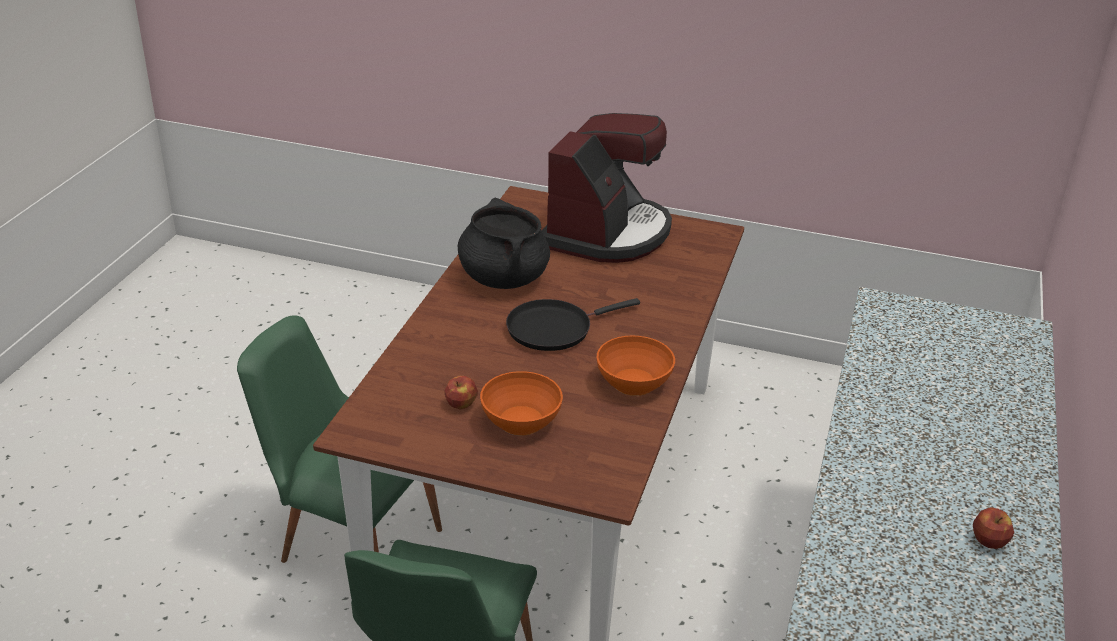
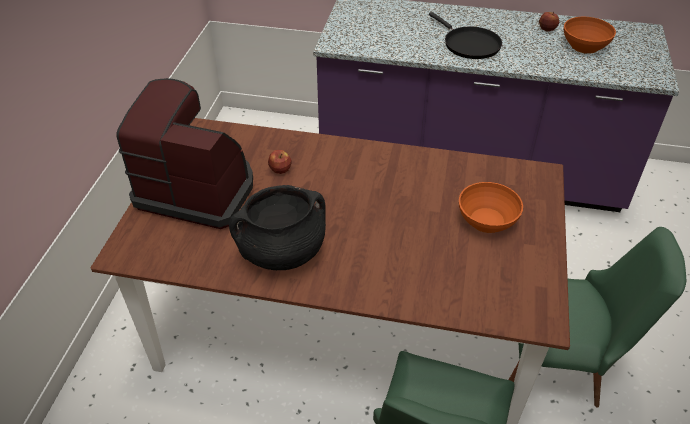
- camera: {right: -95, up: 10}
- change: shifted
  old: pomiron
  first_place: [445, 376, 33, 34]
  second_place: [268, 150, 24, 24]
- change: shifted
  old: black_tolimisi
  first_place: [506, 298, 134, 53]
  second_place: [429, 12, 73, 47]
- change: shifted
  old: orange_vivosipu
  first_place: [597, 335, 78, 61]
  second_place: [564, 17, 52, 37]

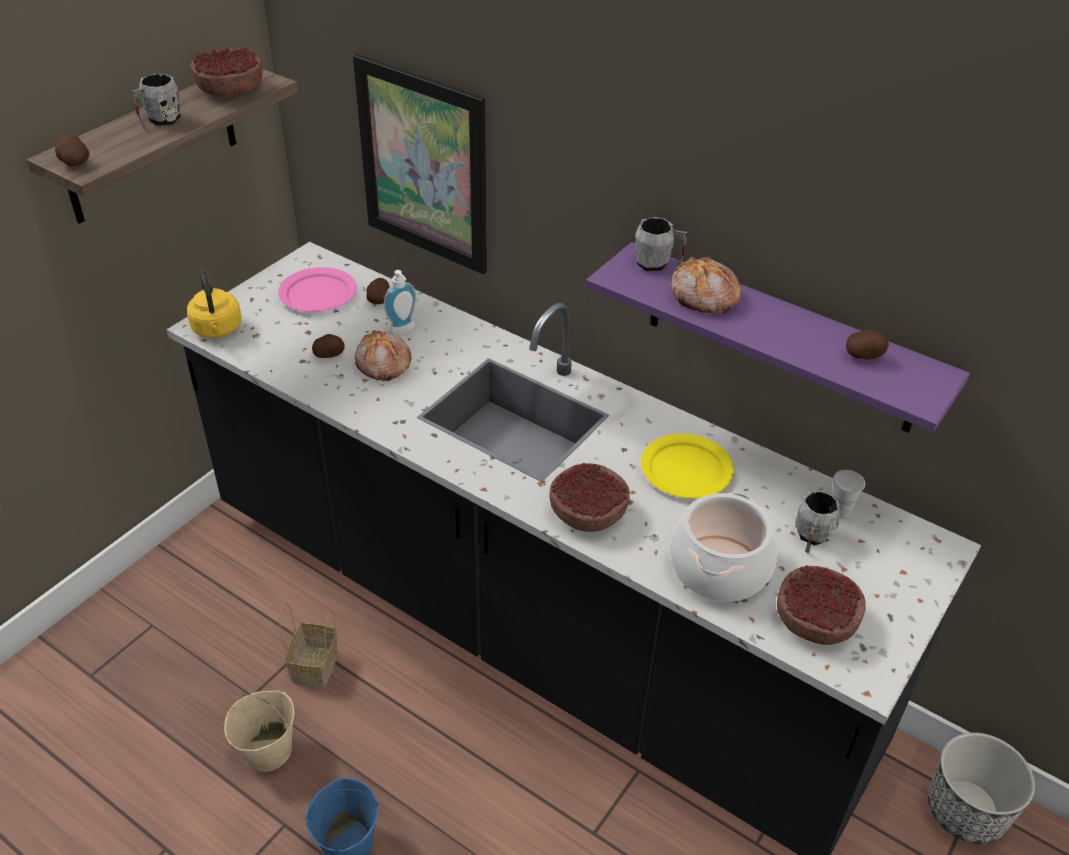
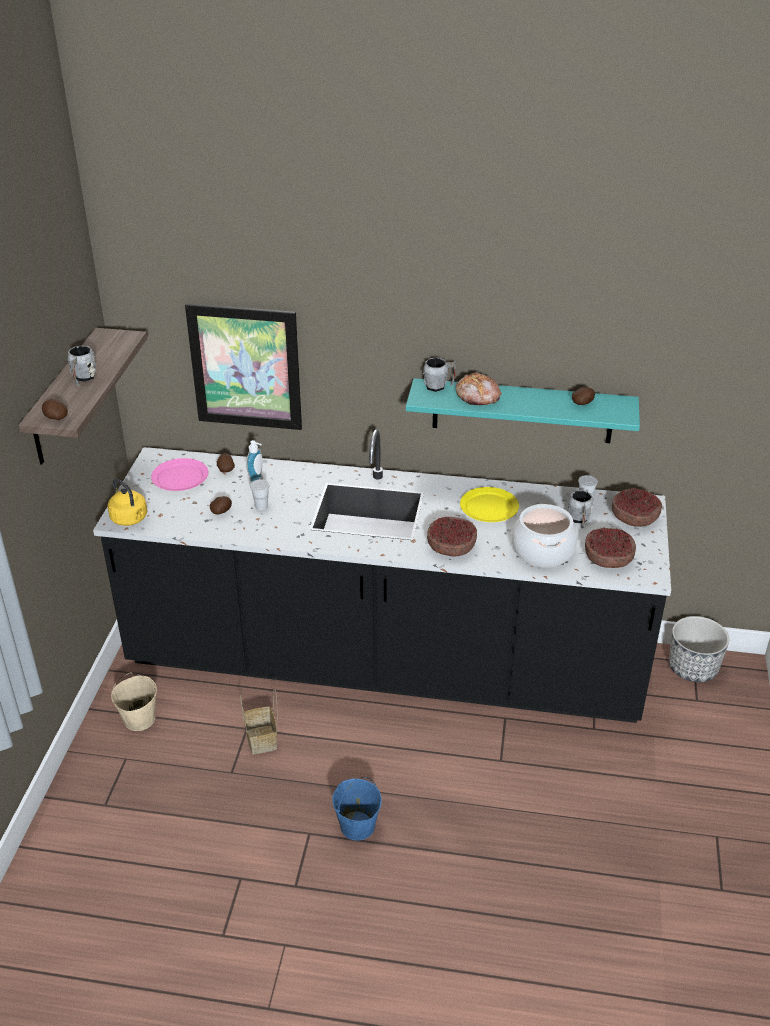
- camera: {right: -25, up: -5}
- change: shifted
  old: vivosipu
  first_place: [191, 47, 71, 49]
  second_place: [612, 488, 50, 39]
- change: shifted
  old: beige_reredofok
  first_place: [224, 690, 71, 82]
  second_place: [111, 673, 46, 58]
- change: swapped
  old: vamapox
  new: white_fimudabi
  first_place: [355, 330, 56, 51]
  second_place: [250, 479, 20, 31]
- change: repainted
  old: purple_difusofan
  new: turquoise_difusofan
  first_place: [586, 242, 384, 191]
  second_place: [406, 378, 234, 65]

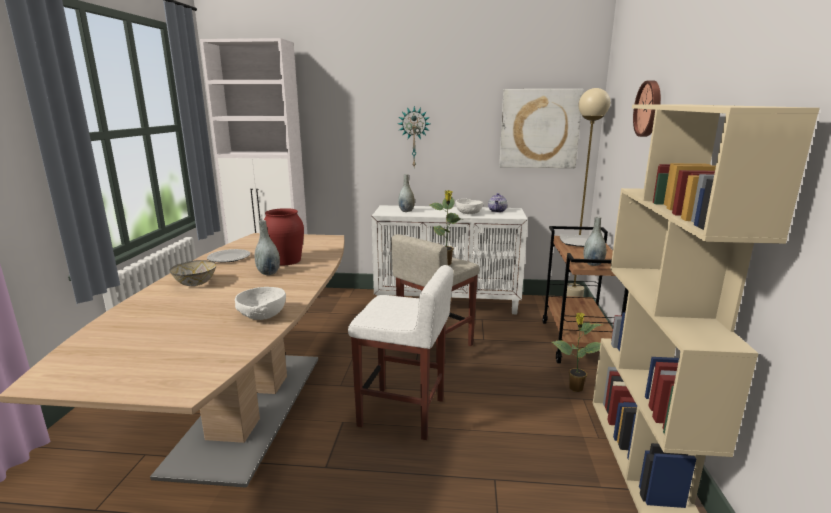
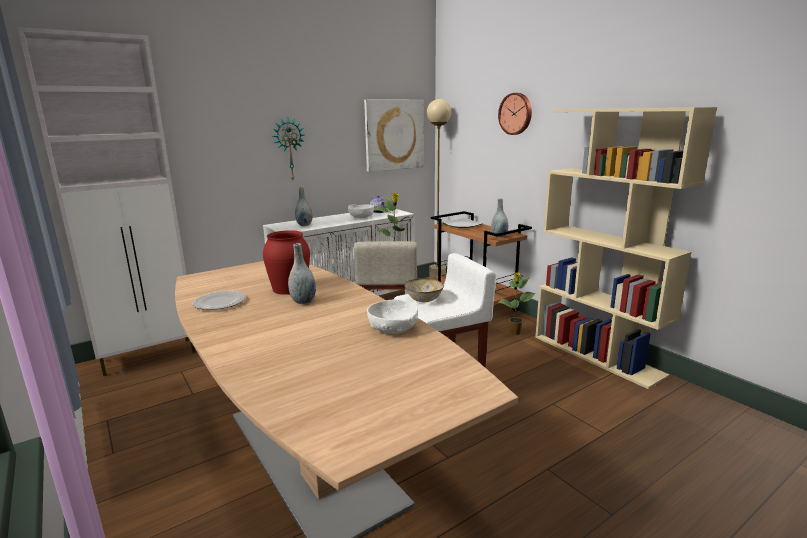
- camera: {right: -40, up: 0}
- change: shifted
  old: vivosipu
  first_place: [169, 260, 47, 26]
  second_place: [405, 278, 39, 24]

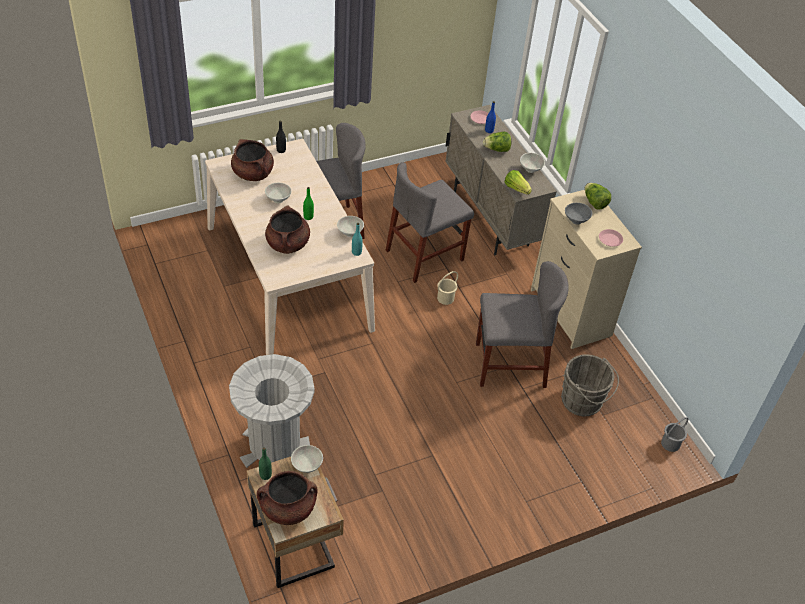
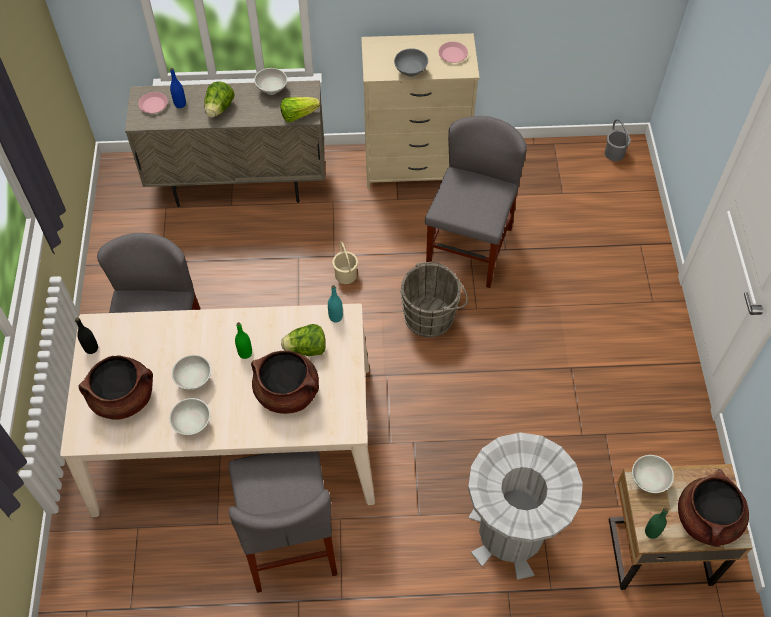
- camera: {right: -65, up: 10}
- change: shifted
  old: white_vivosipu
  first_place: [337, 216, 27, 21]
  second_place: [169, 398, 41, 37]
- change: shifted
  old: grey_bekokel
  first_place: [386, 162, 88, 121]
  second_place: [229, 451, 108, 142]
- change: shifted
  old: grey_reredofok
  first_place: [561, 354, 58, 62]
  second_place: [400, 262, 68, 75]
- change: shifted
  old: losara
  first_place: [585, 183, 26, 27]
  second_place: [281, 324, 45, 32]

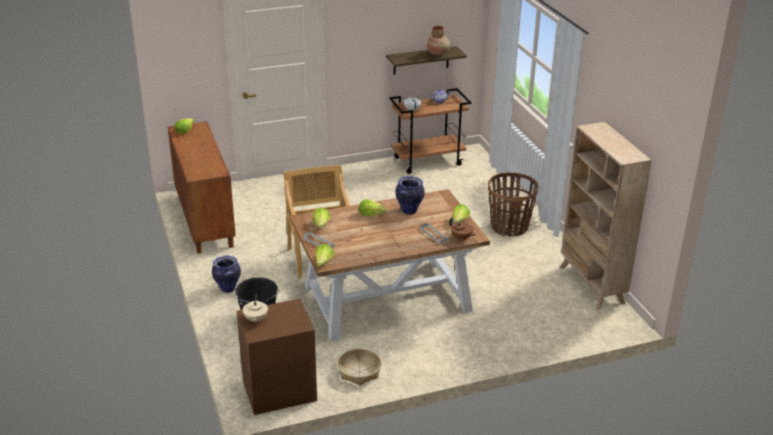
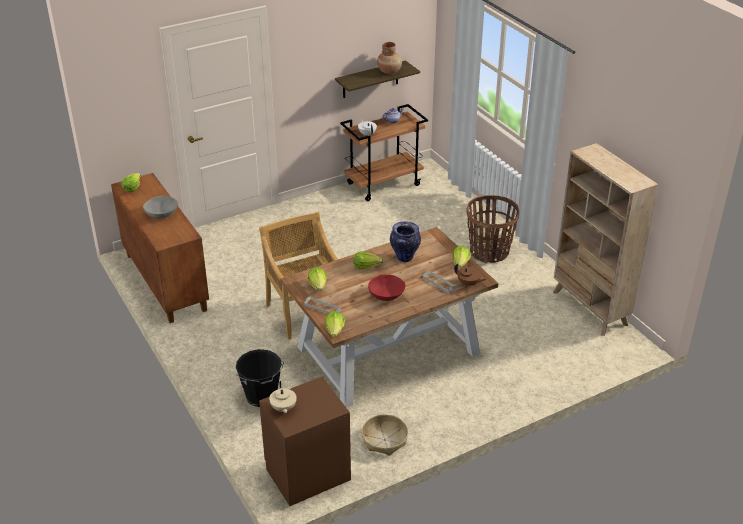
- camera: {right: -10, up: 5}
- change: gone
  old: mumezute
  first_place: [212, 255, 29, 38]
- change: new
  new: grey_vivosipu
  second_place: [143, 196, 35, 23]
- change: new
  new: red_vivosipu
  second_place: [368, 274, 38, 27]

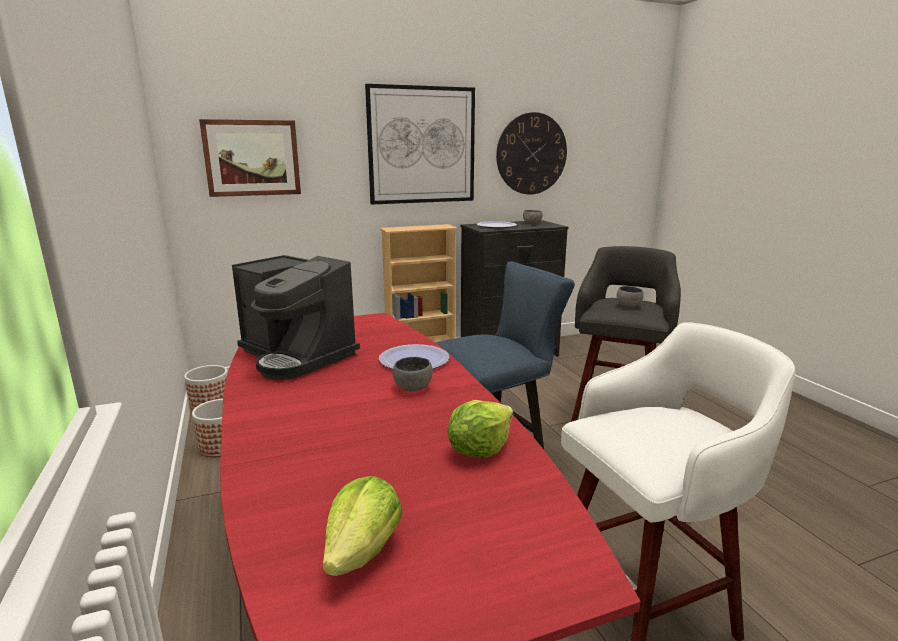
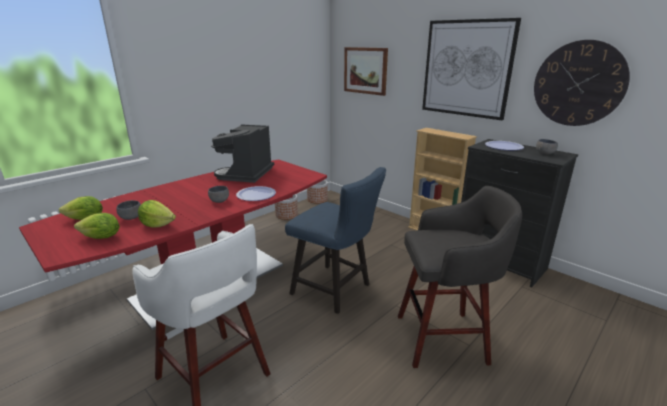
- camera: {right: 65, up: 5}
- change: shifted
  old: grey_vivosipu
  first_place: [616, 286, 28, 21]
  second_place: [116, 200, 25, 20]
- change: new
  new: losara
  second_place: [74, 213, 46, 26]

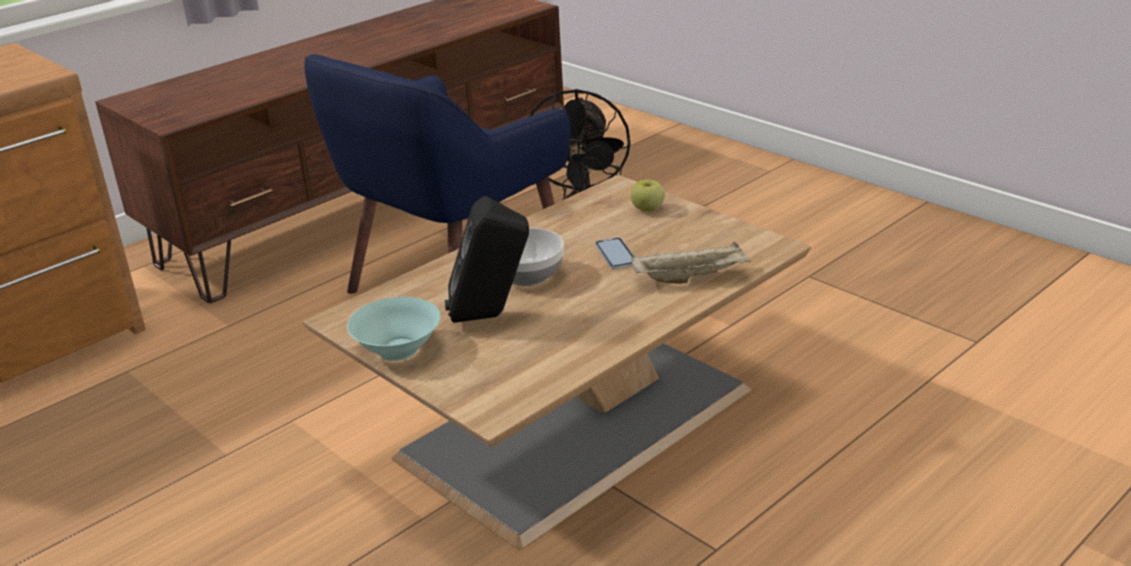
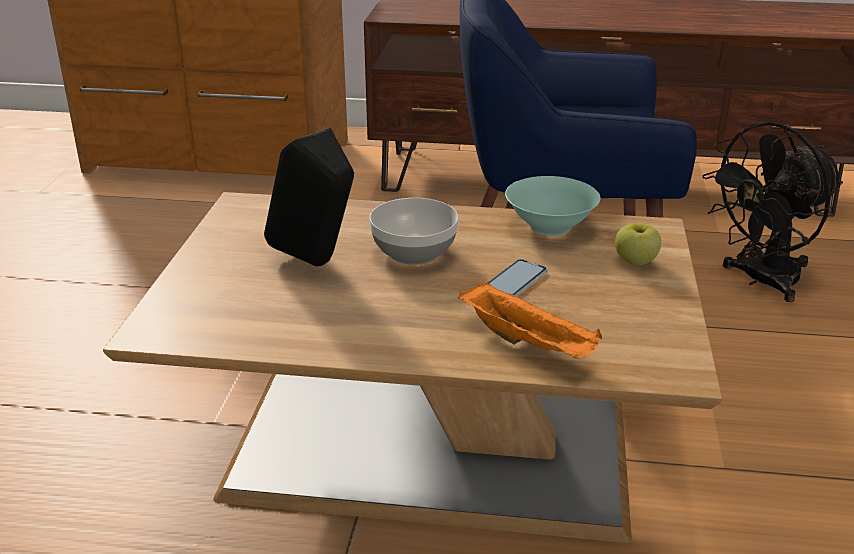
- camera: {right: 50, up: 0}
- change: shifted
  old: turquoise_vivosipu
  first_place: [347, 297, 94, 64]
  second_place: [505, 176, 95, 60]
- change: repainted
  old: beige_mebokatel
  new: orange_mebokatel
  first_place: [631, 242, 120, 42]
  second_place: [458, 282, 144, 77]

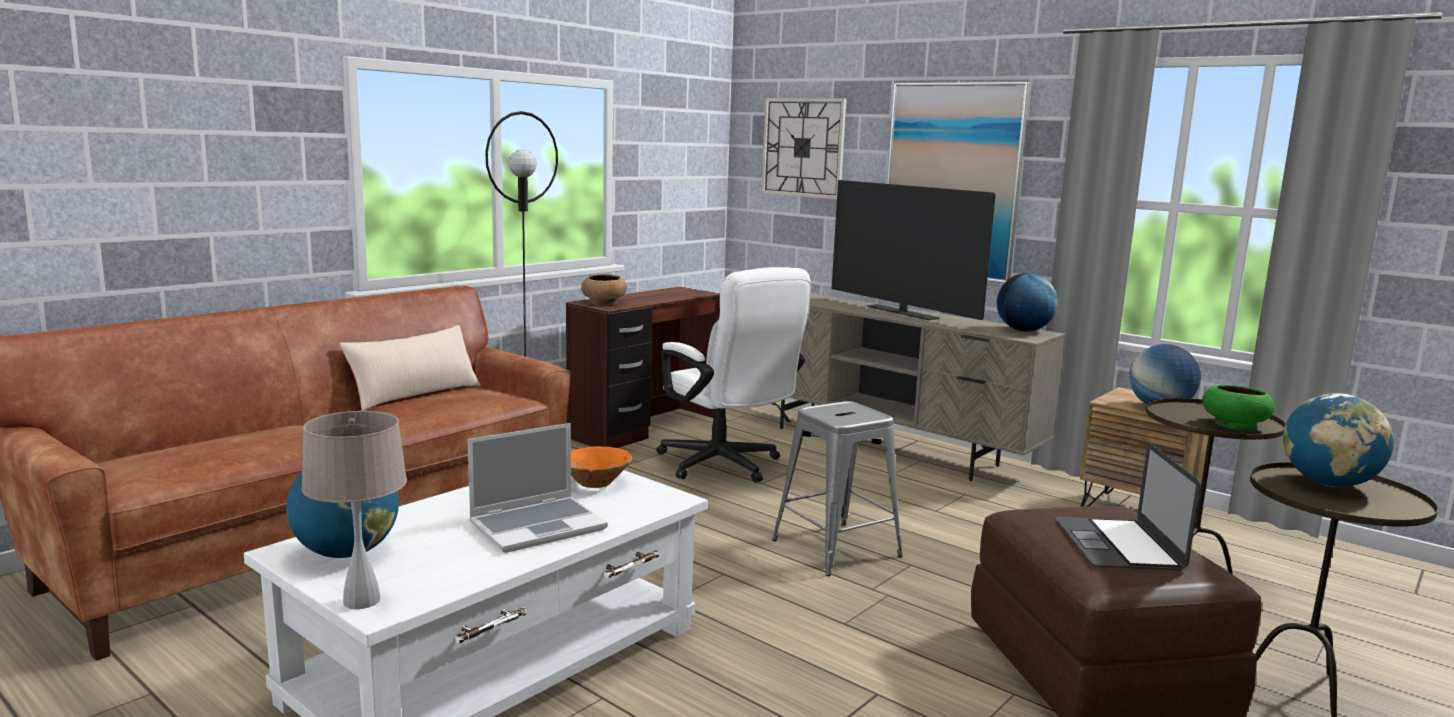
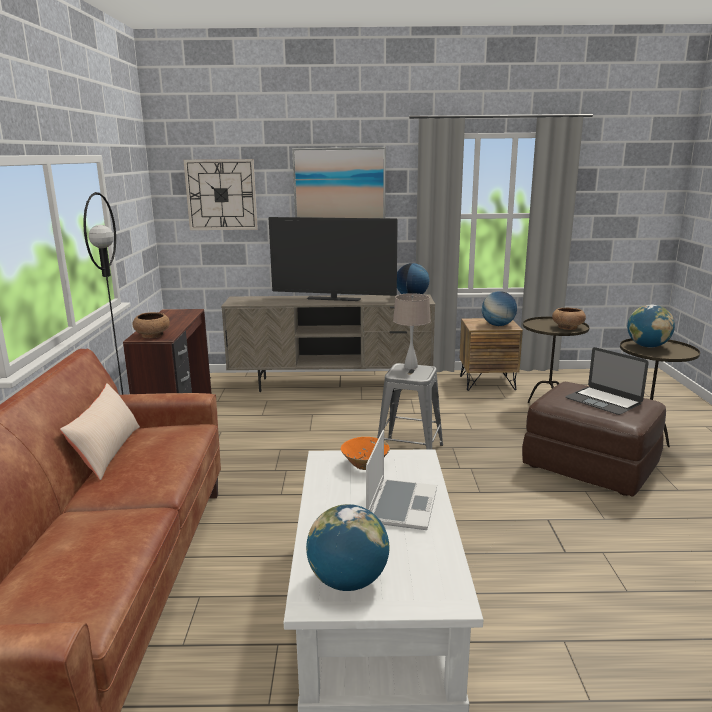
- camera: {right: -40, up: 5}
- change: shifted
  old: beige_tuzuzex
  first_place: [301, 411, 106, 198]
  second_place: [393, 293, 38, 76]
- change: gone
  old: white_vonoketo
  first_place: [656, 267, 155, 215]
- change: repainted
  old: green_vivosipu
  new: brown_vivosipu
  first_place: [1202, 385, 73, 45]
  second_place: [552, 308, 34, 22]

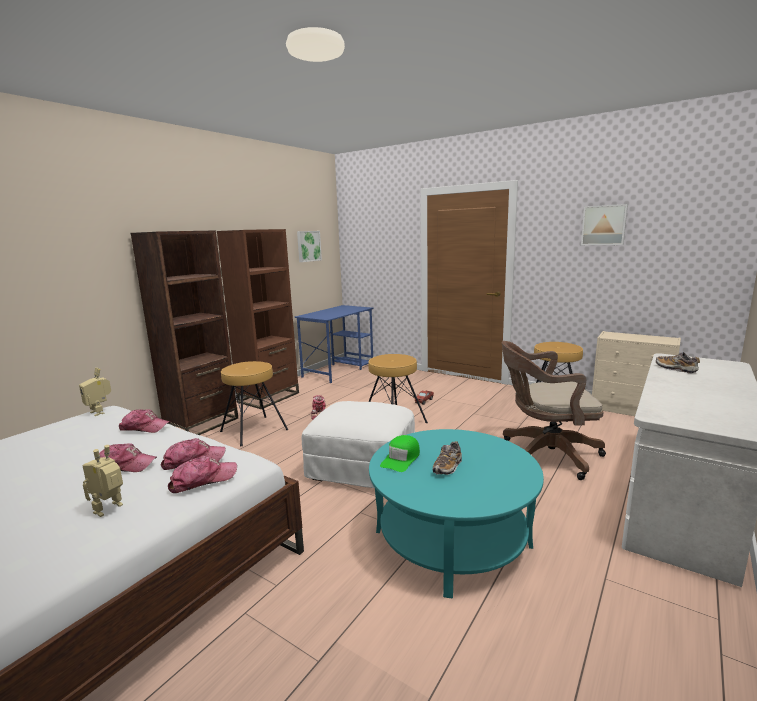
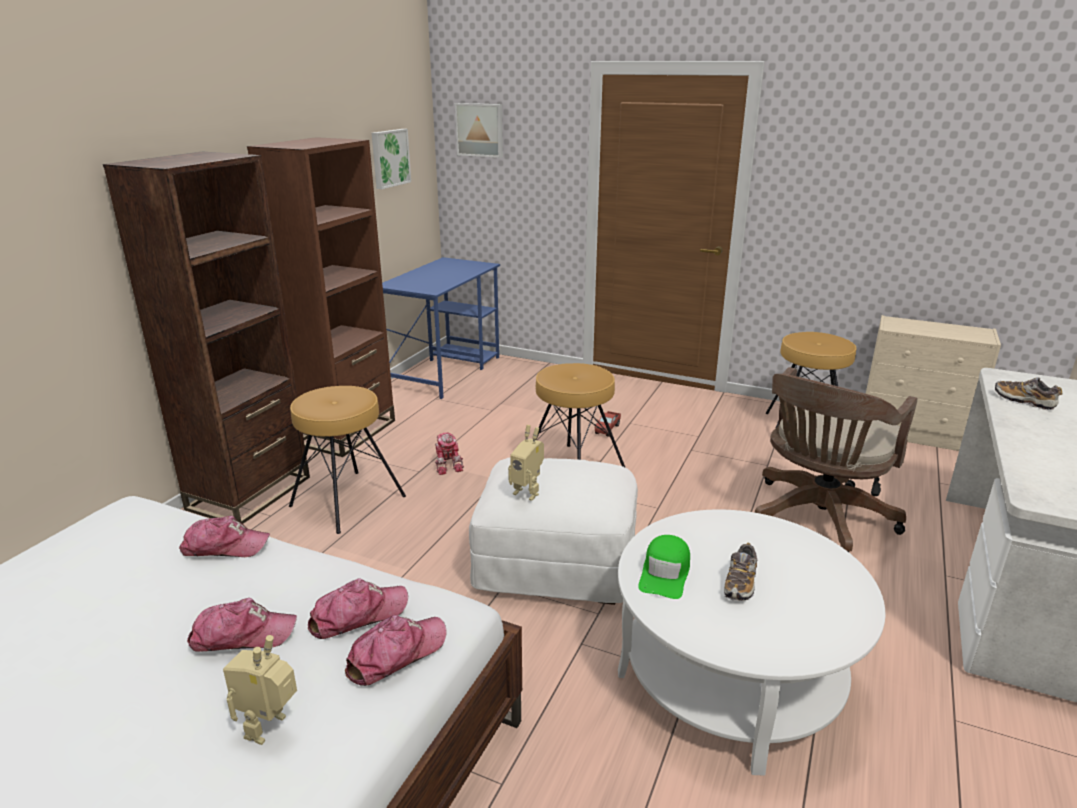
- camera: {right: -10, up: 10}
- change: shifted
  old: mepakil
  first_place: [79, 368, 32, 48]
  second_place: [508, 425, 36, 76]
- change: repainted
  old: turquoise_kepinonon
  new: white_kepinonon
  first_place: [369, 429, 175, 169]
  second_place: [618, 510, 267, 265]
- change: rotated
  old: brown_vonoketo
  first_place: [502, 341, 104, 139]
  second_place: [755, 367, 162, 185]
  degrees: -45
- change: shifted
  old: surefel
  first_place: [581, 204, 47, 41]
  second_place: [455, 103, 48, 55]

